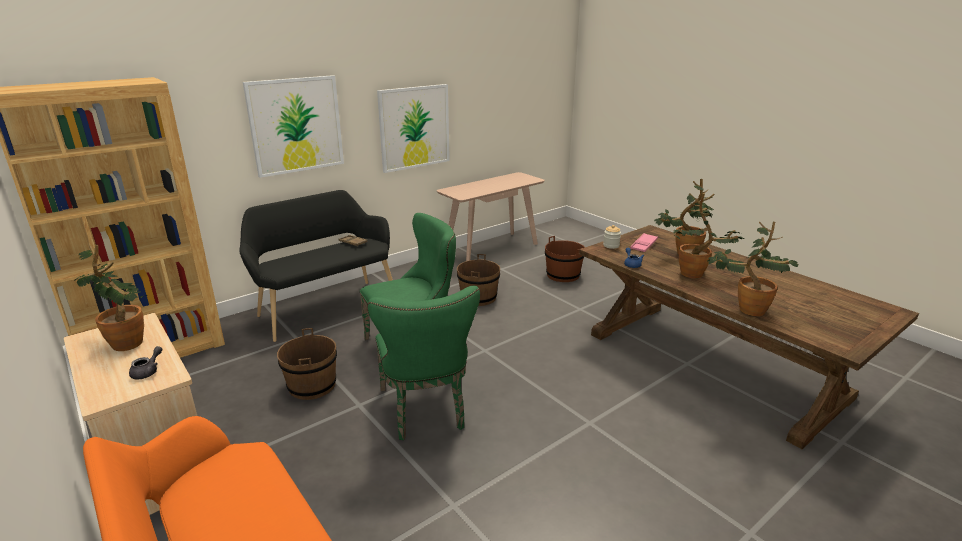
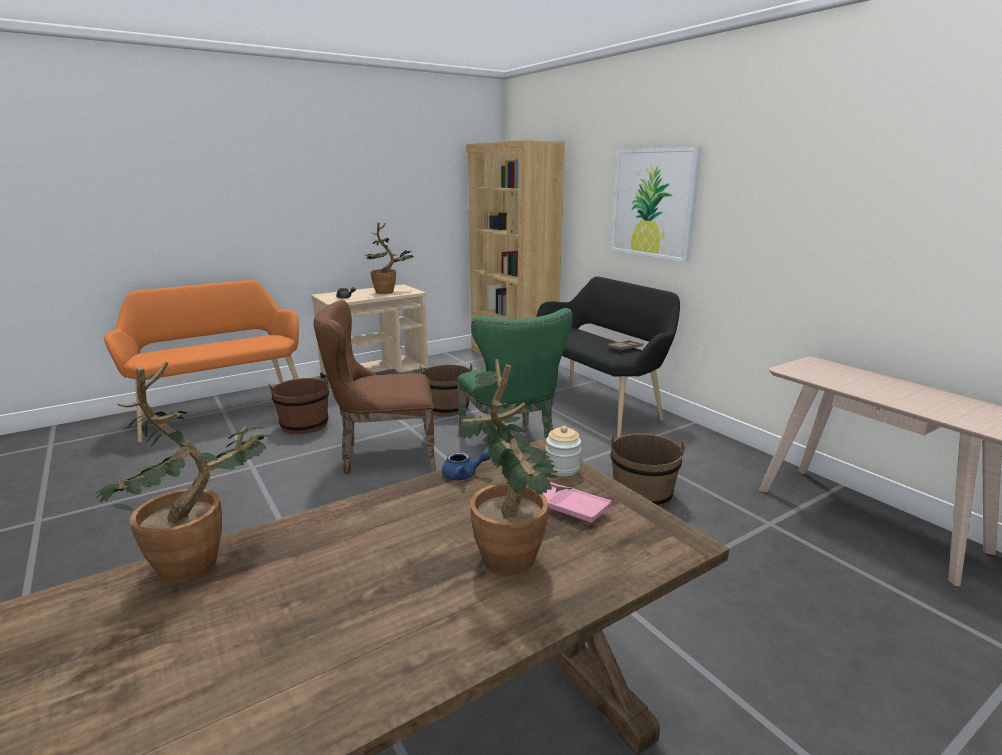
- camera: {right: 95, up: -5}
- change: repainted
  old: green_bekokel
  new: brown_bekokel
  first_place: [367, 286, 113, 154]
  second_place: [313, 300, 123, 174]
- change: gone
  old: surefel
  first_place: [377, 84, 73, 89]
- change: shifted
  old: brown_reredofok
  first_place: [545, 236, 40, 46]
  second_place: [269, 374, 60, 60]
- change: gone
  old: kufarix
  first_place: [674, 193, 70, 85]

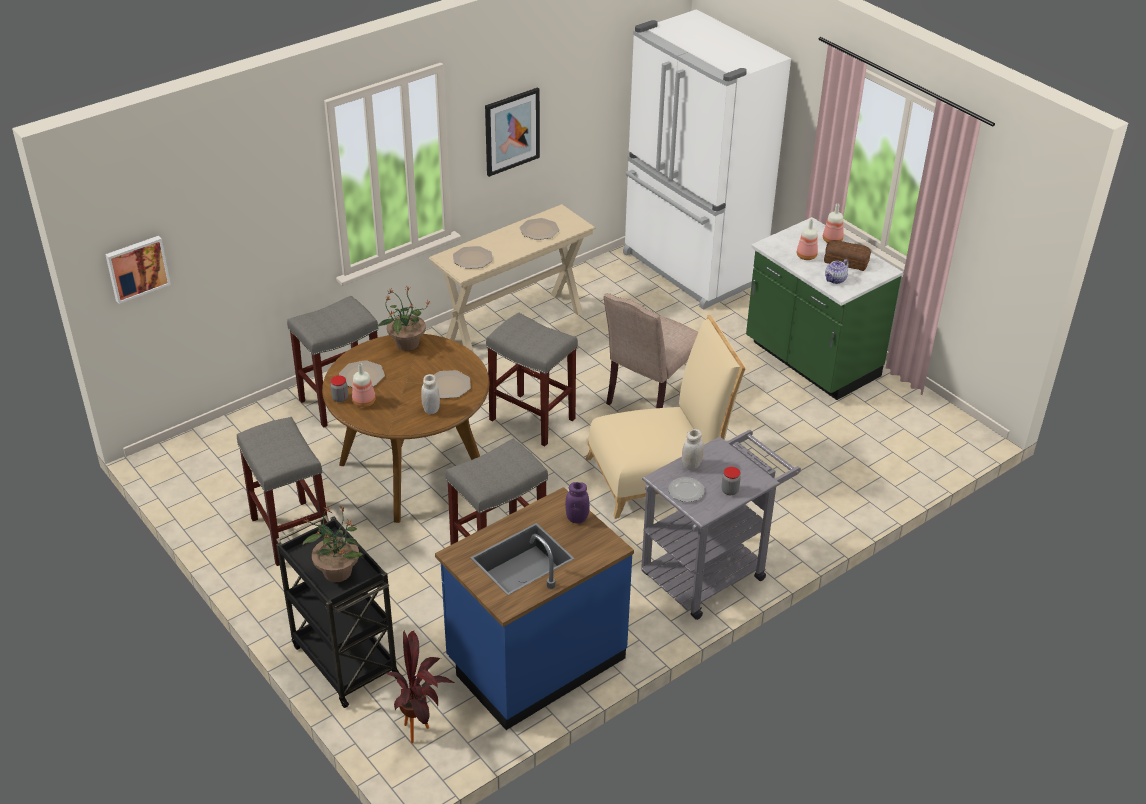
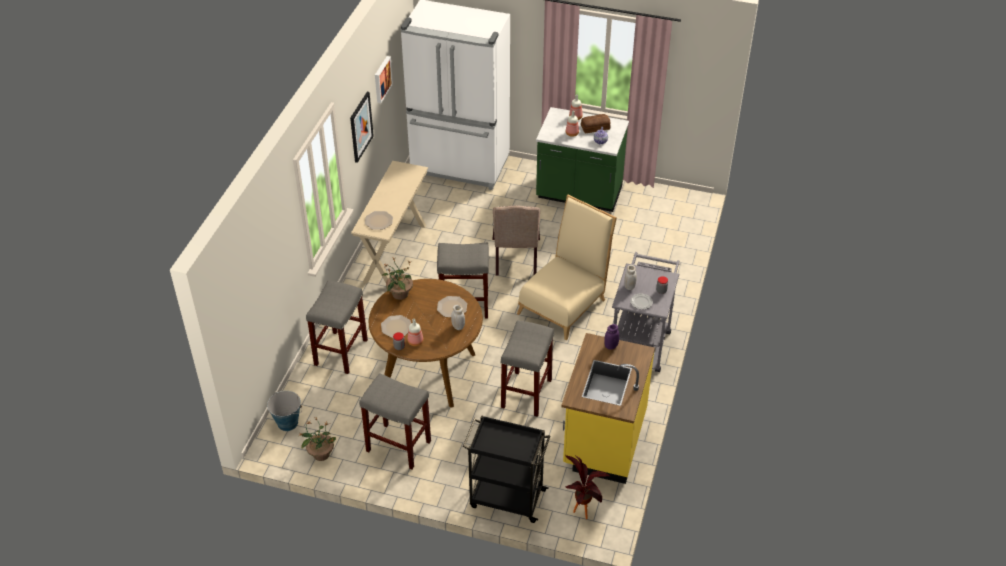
- camera: {right: -35, up: 5}
- change: shifted
  old: surefel
  first_place: [105, 236, 66, 68]
  second_place: [375, 56, 18, 47]
- change: shifted
  old: kufarix
  first_place: [302, 506, 61, 76]
  second_place: [299, 418, 37, 43]
- change: repainted
  old: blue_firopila
  new: yellow_firopila
  first_place: [435, 487, 199, 243]
  second_place: [561, 333, 94, 151]
- change: gone
  old: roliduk
  first_place: [520, 218, 39, 22]
- change: new
  new: reredofok
  second_place: [267, 391, 35, 40]

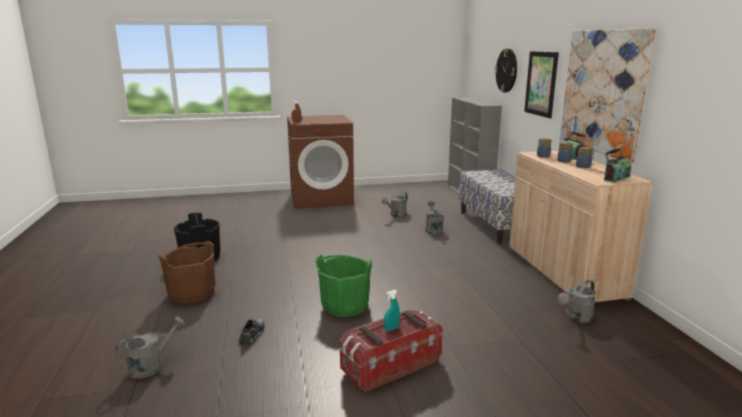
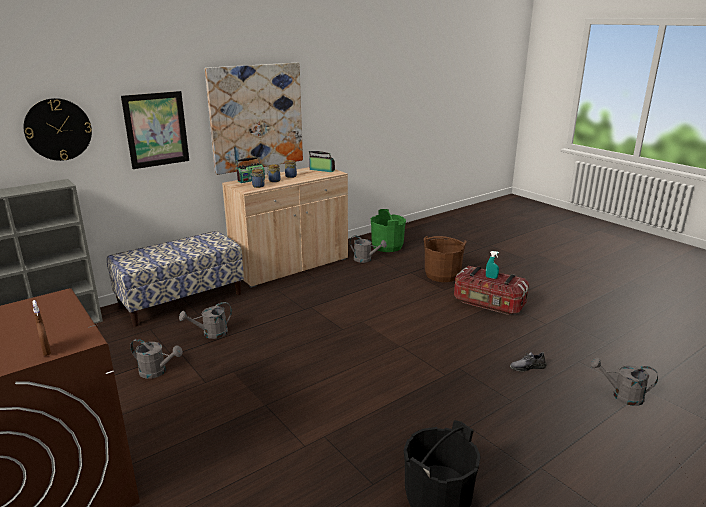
- camera: {right: -115, up: 5}
- change: shifted
  old: brown_reredofok
  first_place: [158, 241, 57, 63]
  second_place: [424, 236, 43, 46]
- change: shifted
  old: green_reredofok
  first_place: [315, 255, 57, 62]
  second_place: [371, 209, 35, 43]

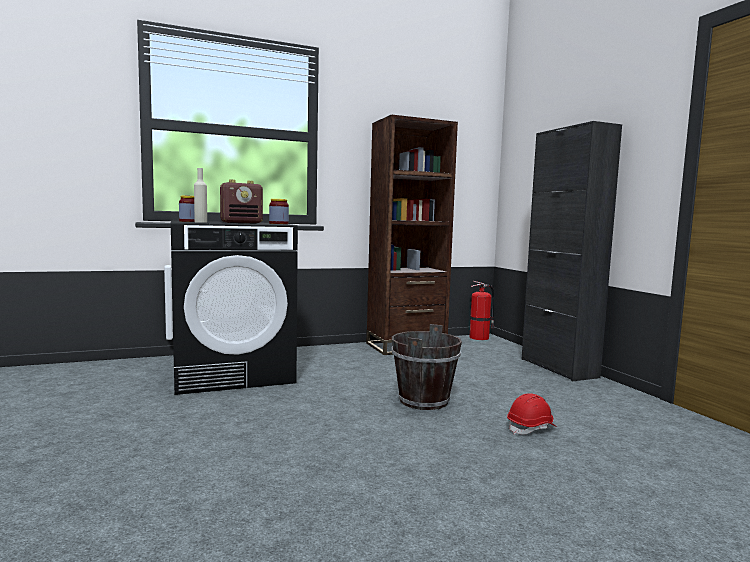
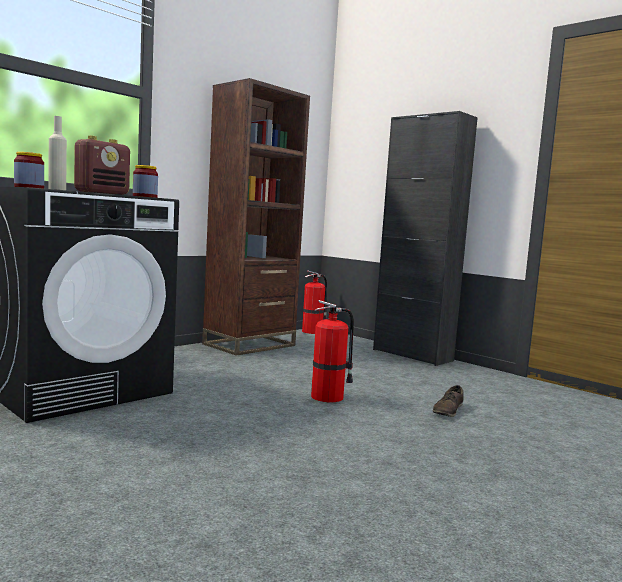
- camera: {right: -25, up: 0}
- change: swapped
  old: brown_reredofok
  new: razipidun
  first_place: [392, 324, 70, 86]
  second_place: [311, 300, 43, 102]
- change: swapped
  old: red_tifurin
  new: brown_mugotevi
  first_place: [507, 393, 50, 42]
  second_place: [433, 385, 31, 32]

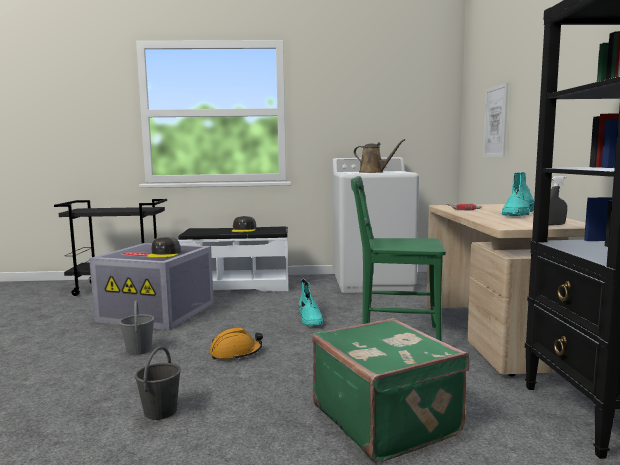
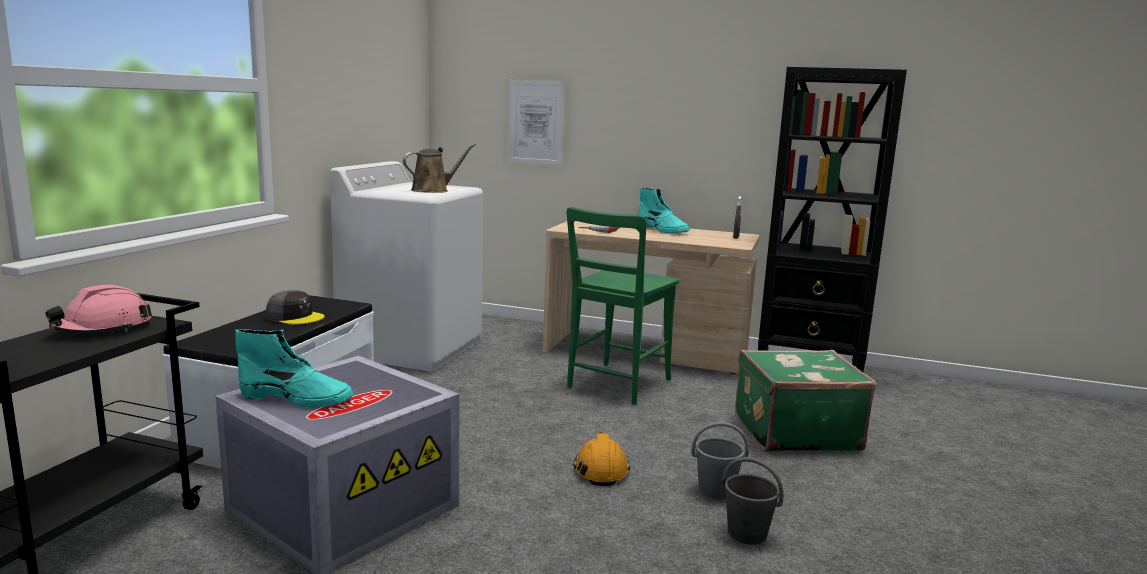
- camera: {right: -70, up: 5}
- change: shifted
  old: grey_reredofok
  first_place: [119, 301, 35, 54]
  second_place: [691, 422, 58, 78]
- change: gone
  old: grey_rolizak
  first_place: [147, 237, 34, 21]
- change: shifted
  old: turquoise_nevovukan
  first_place: [299, 279, 25, 47]
  second_place: [235, 329, 118, 79]
- change: new
  new: pink_tifurin
  second_place: [46, 285, 106, 48]

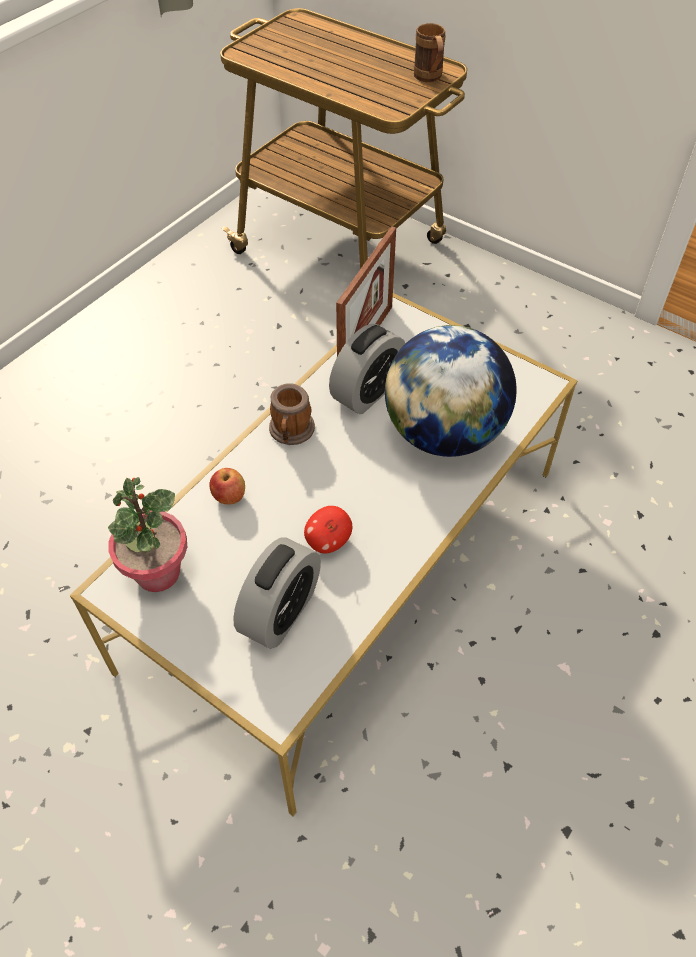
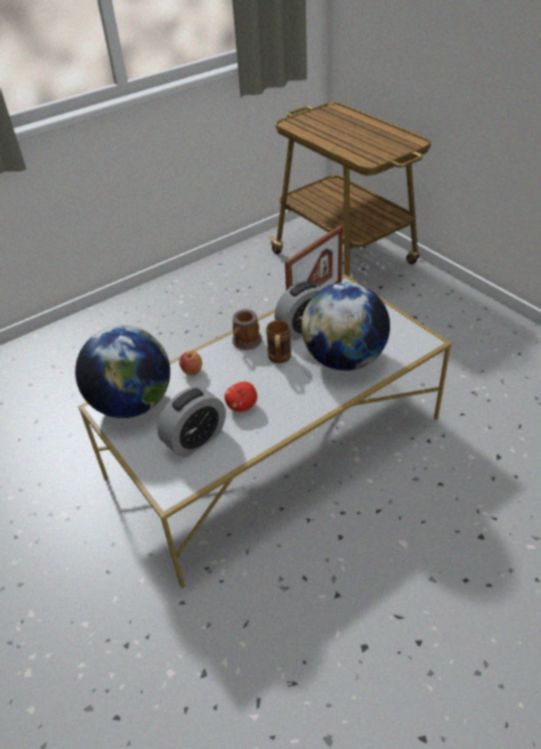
- camera: {right: 20, up: -10}
- change: swapped
  old: kufarix
  new: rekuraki
  first_place: [108, 477, 79, 115]
  second_place: [75, 325, 95, 93]
- change: shifted
  old: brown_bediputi
  first_place: [414, 23, 32, 59]
  second_place: [266, 320, 25, 43]

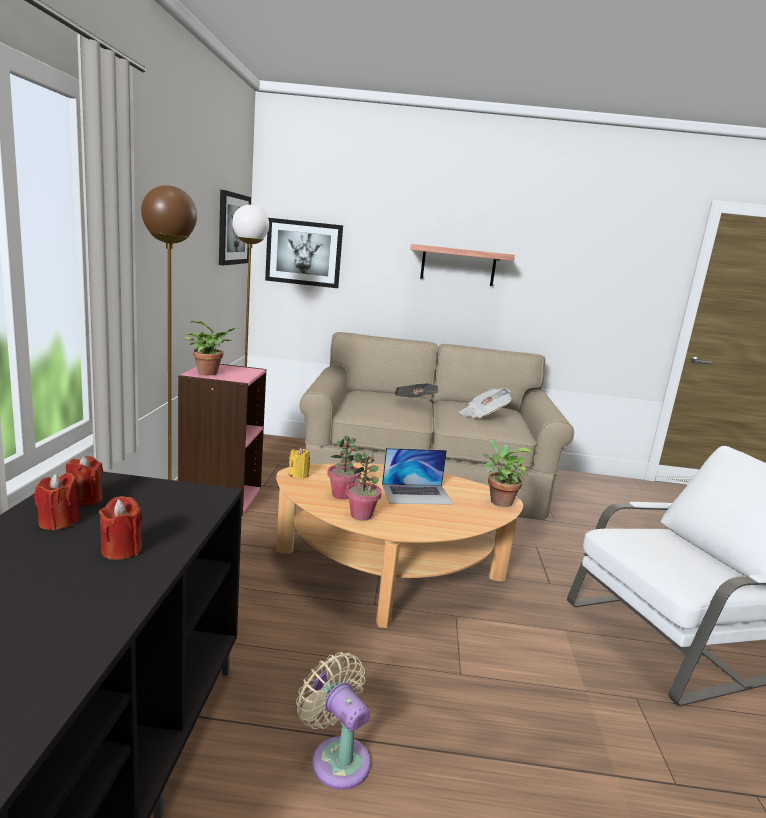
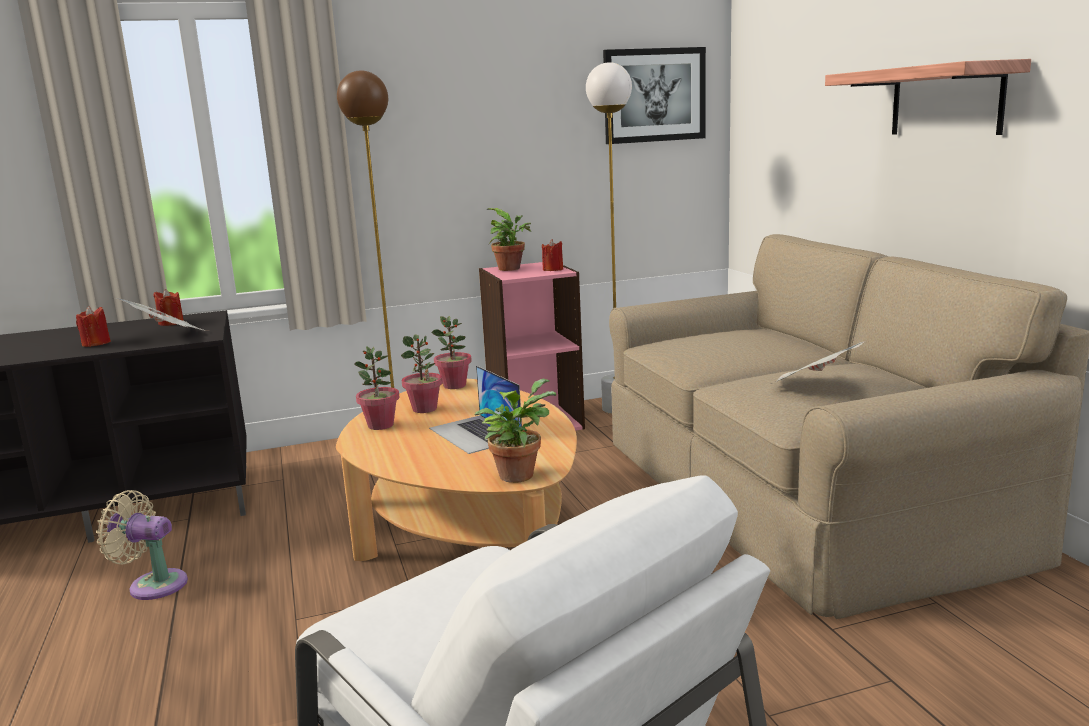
- camera: {right: 70, up: 0}
- change: shifted
  old: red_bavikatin
  first_place: [34, 473, 46, 58]
  second_place: [542, 239, 21, 32]
- change: gone
  old: surefel
  first_place: [265, 218, 78, 70]
- change: swapped
  old: yellow_bavikatin
  new: kufarix
  first_place: [289, 447, 21, 32]
  second_place: [431, 316, 41, 73]
- change: rotated
  old: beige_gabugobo
  first_place: [296, 652, 75, 138]
  second_place: [96, 490, 92, 110]
  degrees: -105
- change: shifted
  old: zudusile
  first_place: [395, 384, 43, 13]
  second_place: [115, 298, 92, 33]

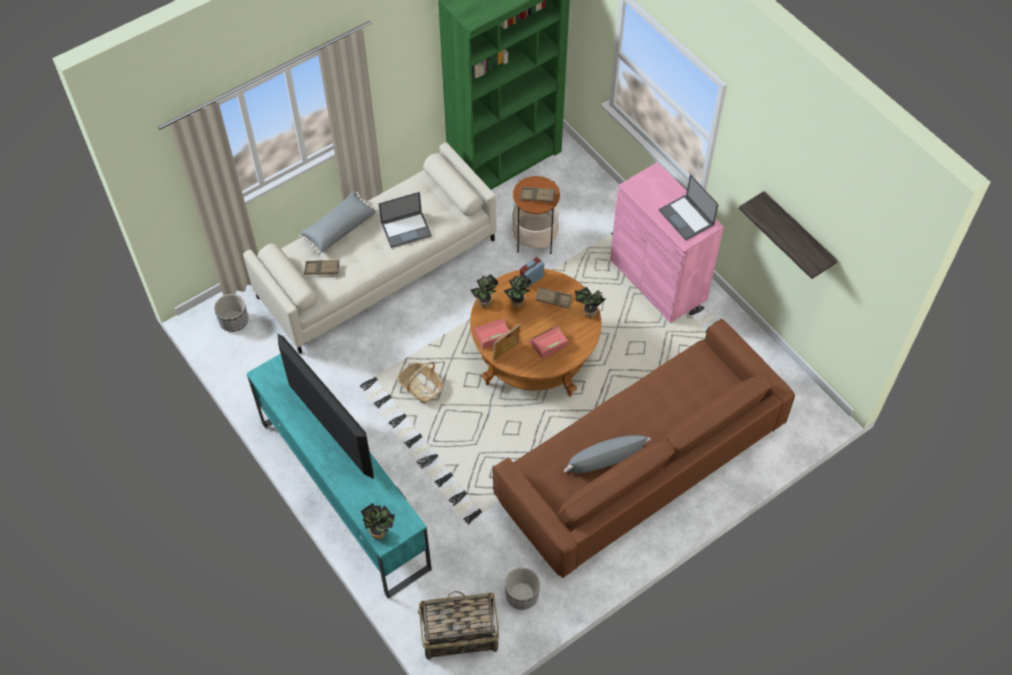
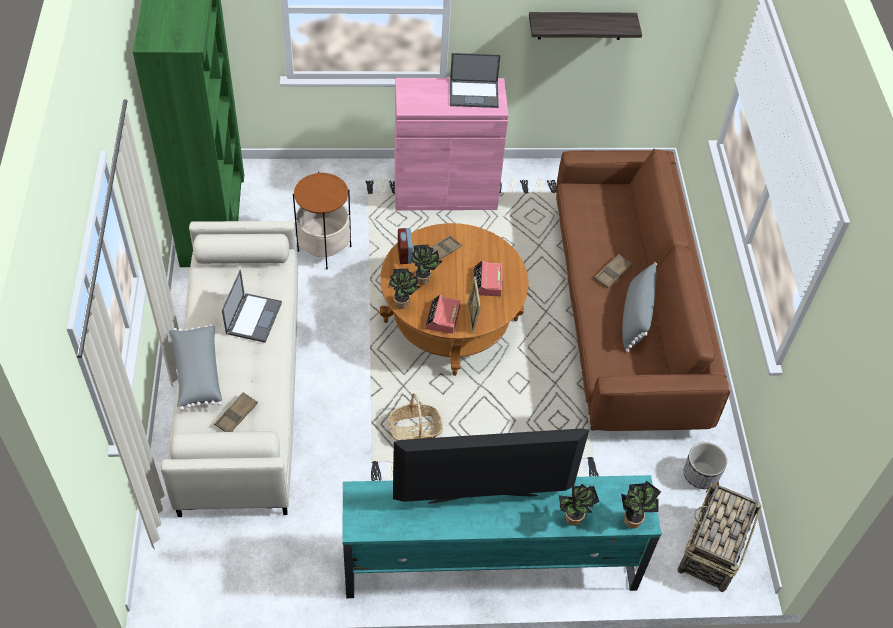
- camera: {right: -60, up: -5}
- change: gone
  old: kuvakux
  first_place: [214, 294, 34, 38]
- change: shifted
  old: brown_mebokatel
  first_place: [520, 187, 35, 15]
  second_place: [594, 254, 38, 34]
- change: shifted
  old: kufarix
  first_place: [575, 287, 30, 31]
  second_place: [559, 484, 41, 42]

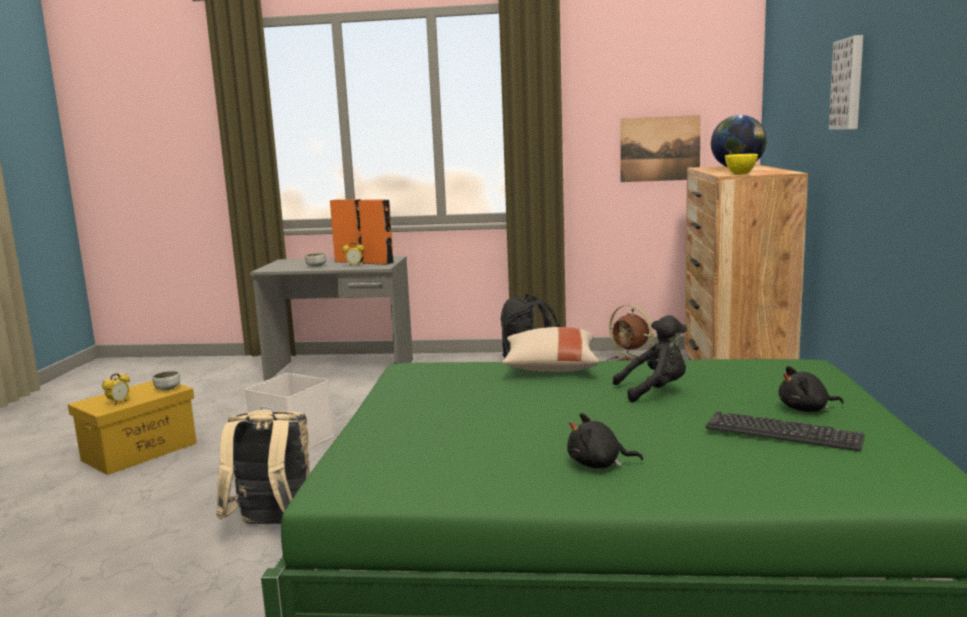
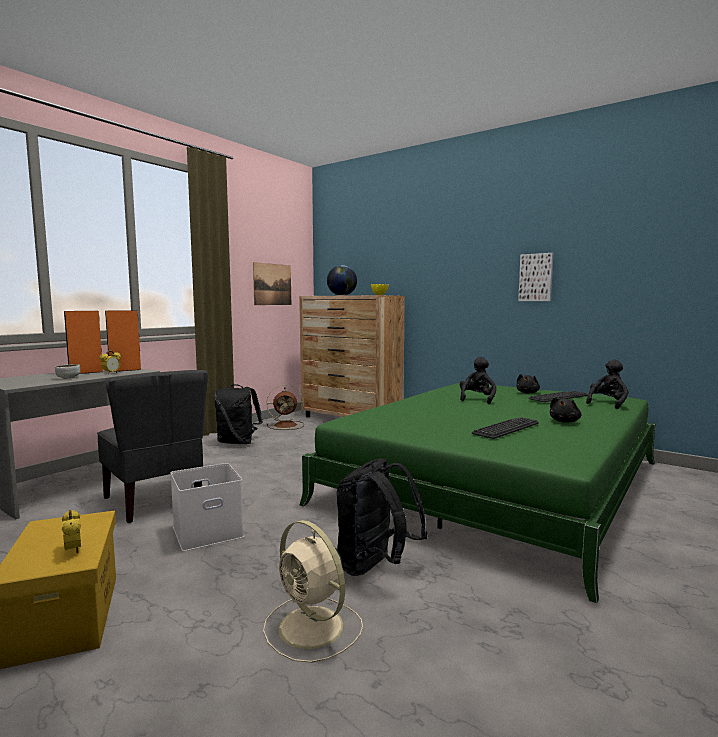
- camera: {right: -60, up: -5}
- change: gone
  old: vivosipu
  first_place: [152, 371, 28, 20]
- change: repainted
  old: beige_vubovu
  new: black_vubovu
  first_place: [216, 410, 94, 114]
  second_place: [336, 458, 92, 118]
- change: gone
  old: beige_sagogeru
  first_place: [502, 327, 97, 45]
- change: shifted
  old: surefel
  first_place: [829, 35, 34, 95]
  second_place: [518, 253, 35, 48]
- change: new
  new: grey_bekokel
  second_place: [97, 370, 111, 153]
- change: new
  new: beige_gabugobo
  second_place: [263, 520, 100, 143]
- change: new
  new: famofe
  second_place: [472, 417, 67, 22]
- change: new
  new: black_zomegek
  second_place: [586, 359, 43, 50]

